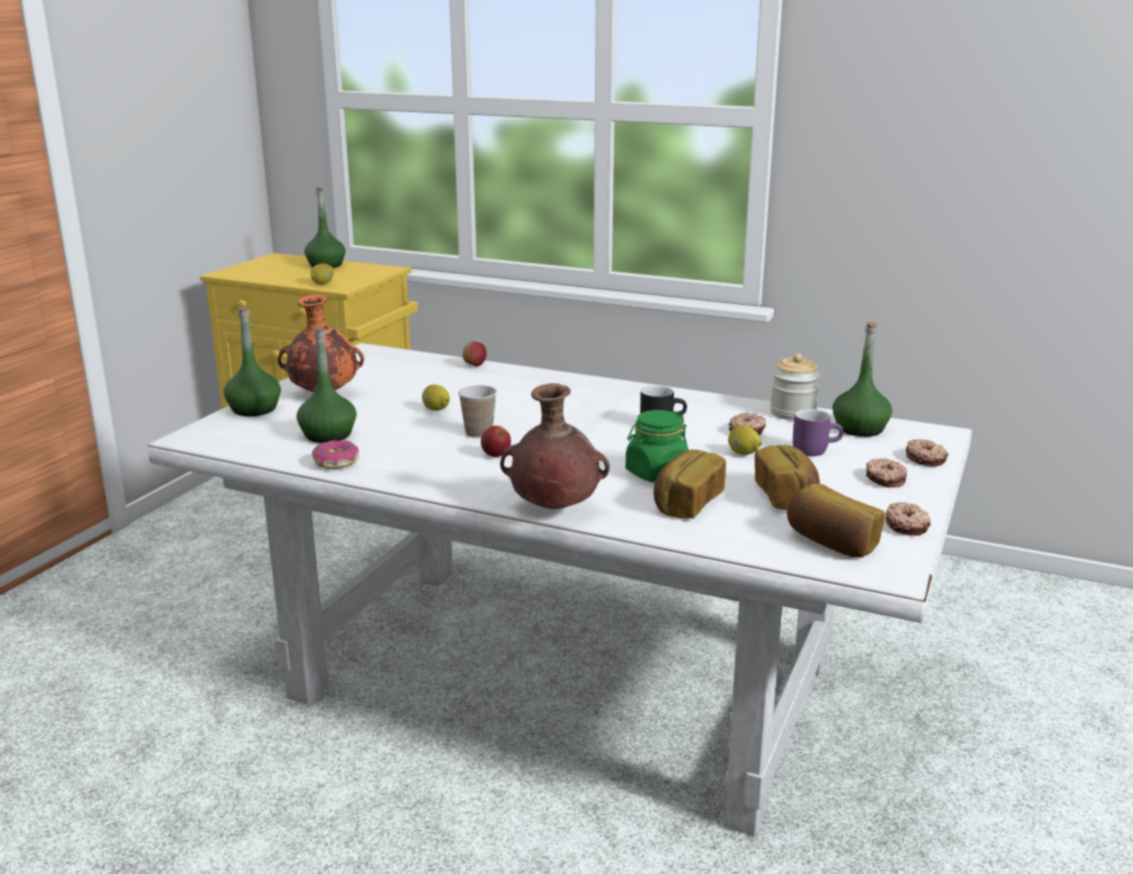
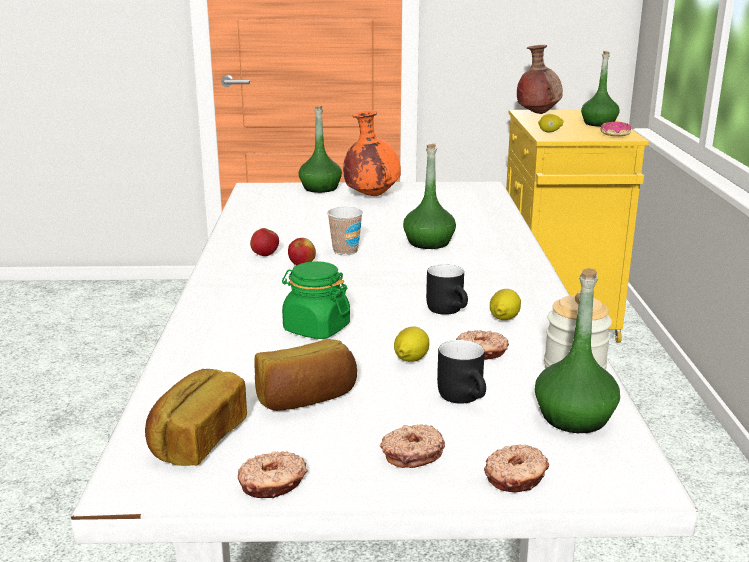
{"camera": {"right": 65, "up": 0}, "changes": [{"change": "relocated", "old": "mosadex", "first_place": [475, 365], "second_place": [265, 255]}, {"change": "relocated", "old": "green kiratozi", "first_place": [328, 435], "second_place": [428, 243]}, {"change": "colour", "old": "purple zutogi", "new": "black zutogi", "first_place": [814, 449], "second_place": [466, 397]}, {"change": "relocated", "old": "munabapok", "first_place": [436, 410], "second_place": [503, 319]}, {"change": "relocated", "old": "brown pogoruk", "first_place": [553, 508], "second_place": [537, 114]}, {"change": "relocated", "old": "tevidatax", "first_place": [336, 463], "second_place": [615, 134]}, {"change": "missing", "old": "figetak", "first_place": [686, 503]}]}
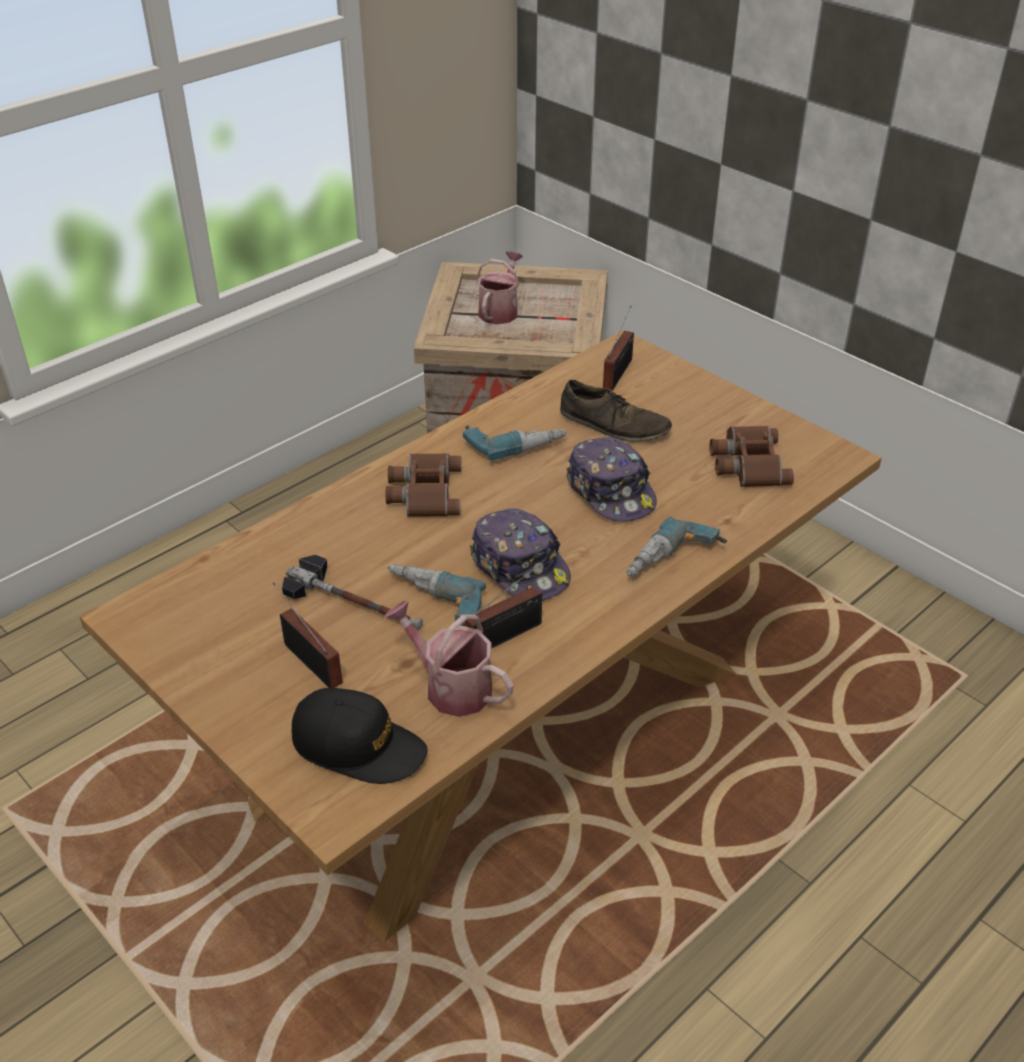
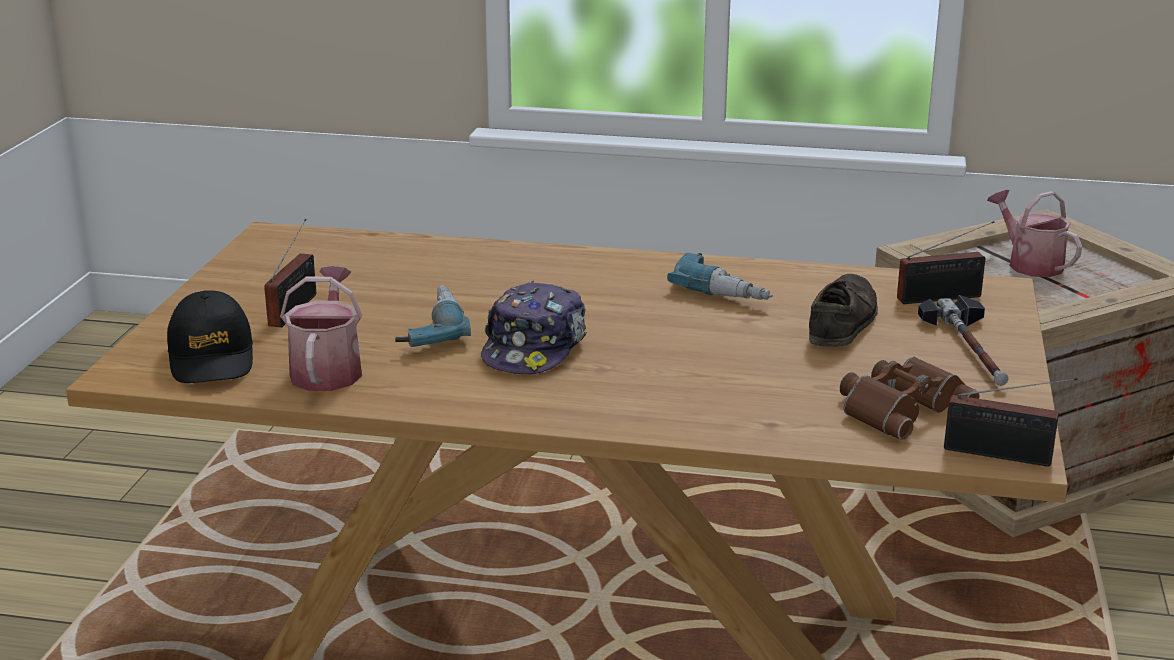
{"camera": {"right": 55, "up": -15}, "changes": [{"change": "spun", "old": "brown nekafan", "first_place": [614, 425], "second_place": [841, 322], "degrees": -150}, {"change": "relocated", "old": "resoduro", "first_place": [354, 603], "second_place": [972, 349]}, {"change": "relocated", "old": "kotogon", "first_place": [509, 635], "second_place": [1003, 455]}, {"change": "spun", "old": "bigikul", "first_place": [500, 310], "second_place": [1030, 264], "degrees": -105}, {"change": "missing", "old": "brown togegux", "first_place": [423, 491]}, {"change": "missing", "old": "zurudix", "first_place": [611, 491]}, {"change": "missing", "old": "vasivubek", "first_place": [674, 563]}]}
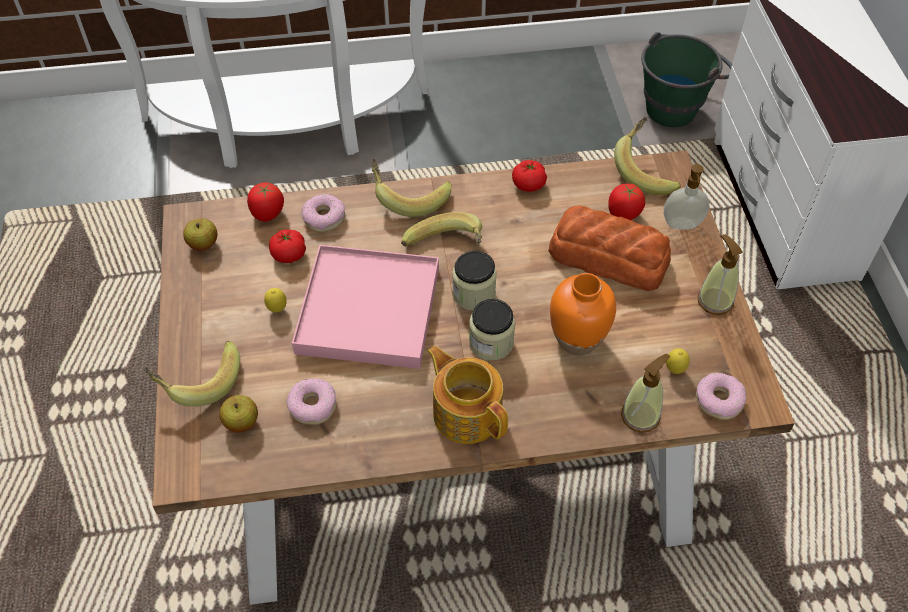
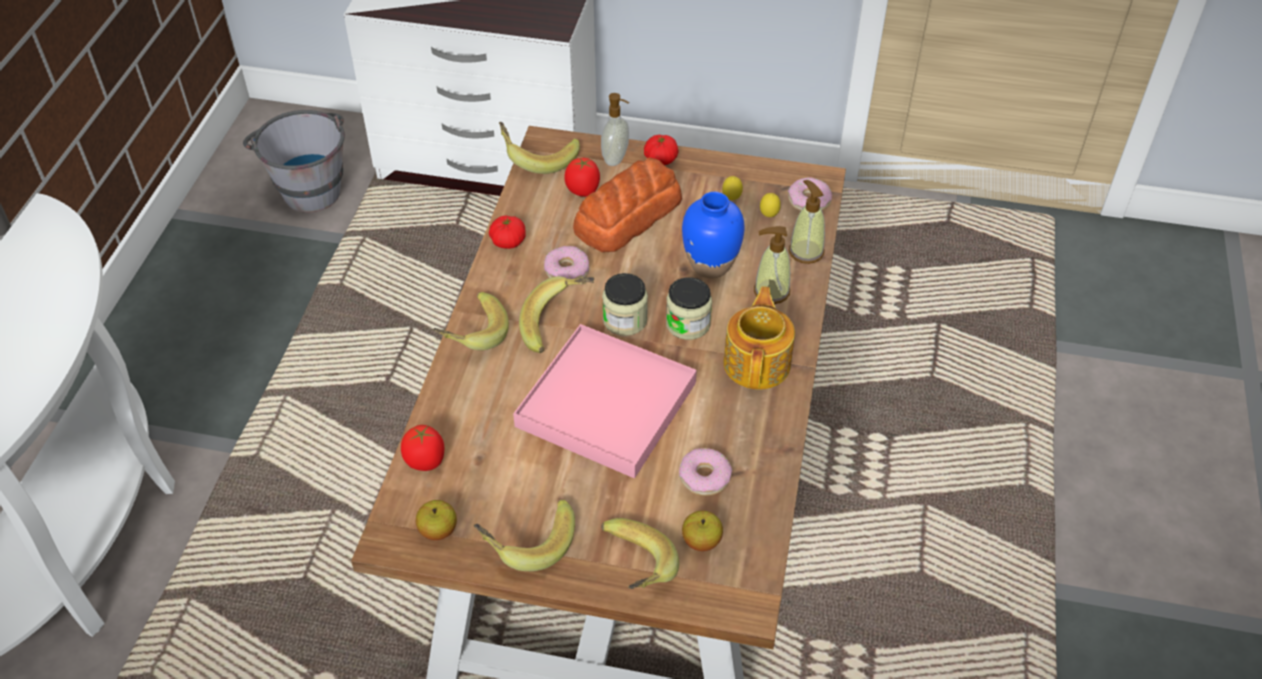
{"camera": {"right": -70, "up": -5}, "changes": [{"change": "colour", "old": "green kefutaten", "new": "grey kefutaten", "first_place": [677, 104], "second_place": [308, 186]}, {"change": "appeared", "new": "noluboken", "second_place": [527, 542]}, {"change": "relocated", "old": "tevidatax", "first_place": [324, 218], "second_place": [567, 270]}, {"change": "relocated", "old": "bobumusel", "first_place": [289, 254], "second_place": [660, 159]}, {"change": "colour", "old": "orange pogoruk", "new": "blue pogoruk", "first_place": [577, 339], "second_place": [710, 265]}, {"change": "relocated", "old": "munabapok", "first_place": [277, 309], "second_place": [731, 199]}, {"change": "spun", "old": "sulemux", "first_place": [467, 412], "second_place": [758, 362], "degrees": 120}, {"change": "relocated", "old": "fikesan", "first_place": [715, 301], "second_place": [771, 291]}]}
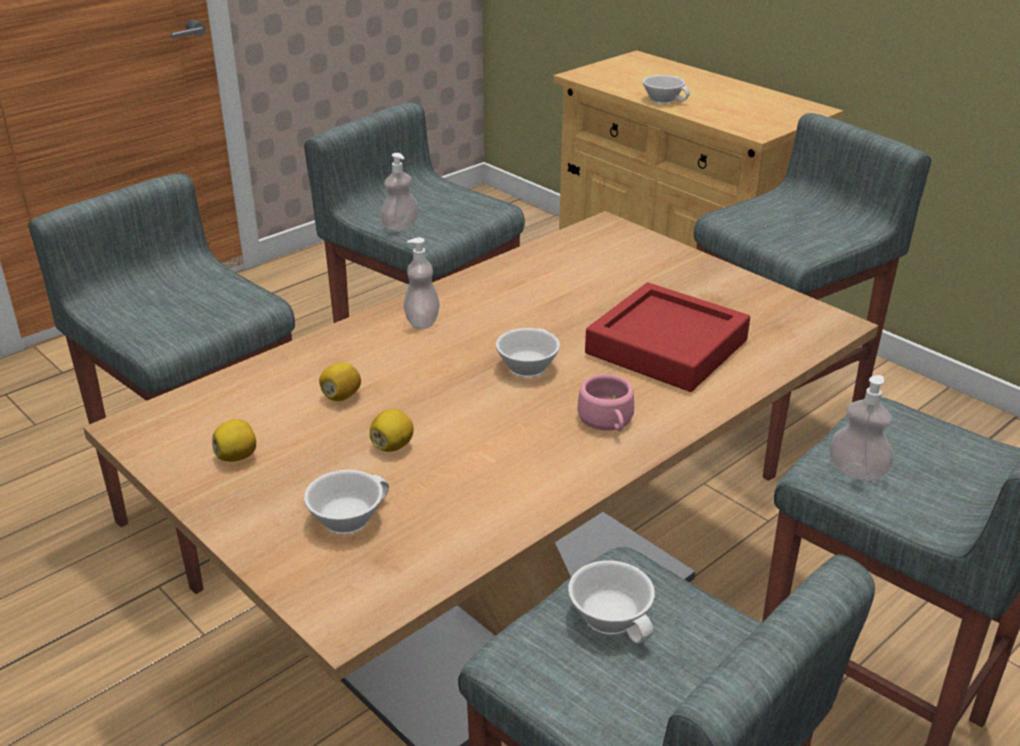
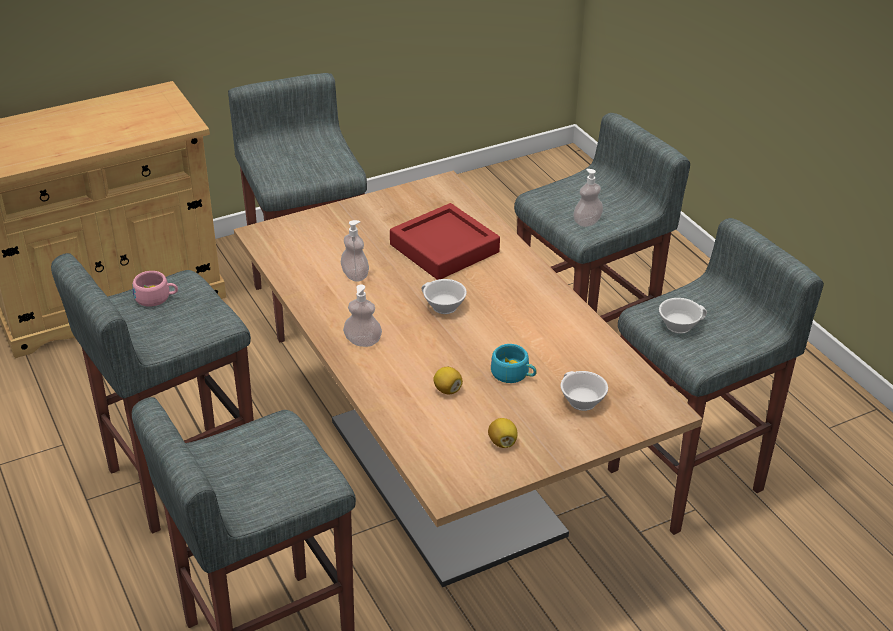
{"camera": {"right": -75, "up": 5}, "changes": [{"change": "relocated", "old": "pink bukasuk", "first_place": [607, 421], "second_place": [156, 298]}, {"change": "relocated", "old": "fikesan", "first_place": [400, 227], "second_place": [355, 275]}, {"change": "exchanged", "old": "munabapok", "new": "turquoise bukasuk", "first_place": [392, 446], "second_place": [513, 374]}, {"change": "missing", "old": "white bukasuk", "first_place": [664, 99]}]}
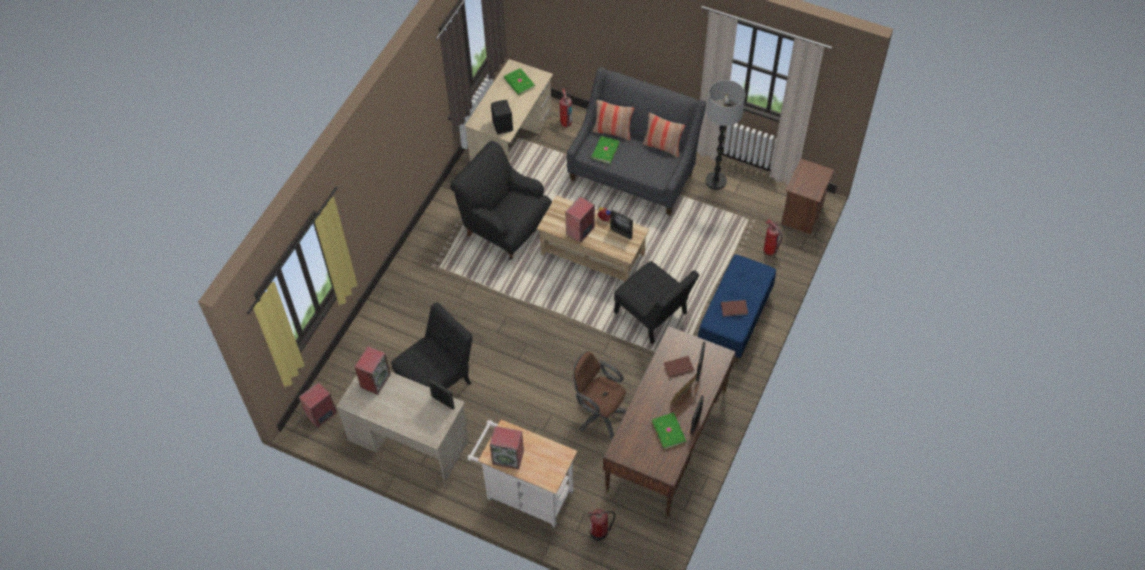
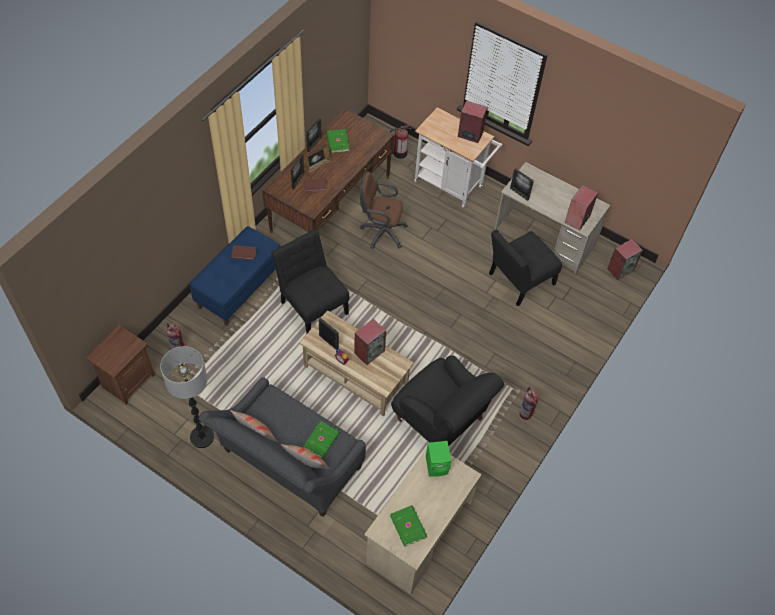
{"camera": {"right": -175, "up": 0}, "changes": [{"change": "spun", "old": "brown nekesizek", "first_place": [600, 413], "second_place": [381, 232], "degrees": 150}, {"change": "colour", "old": "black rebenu", "new": "green rebenu", "first_place": [501, 126], "second_place": [437, 465]}, {"change": "relocated", "old": "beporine", "first_place": [566, 123], "second_place": [525, 413]}]}
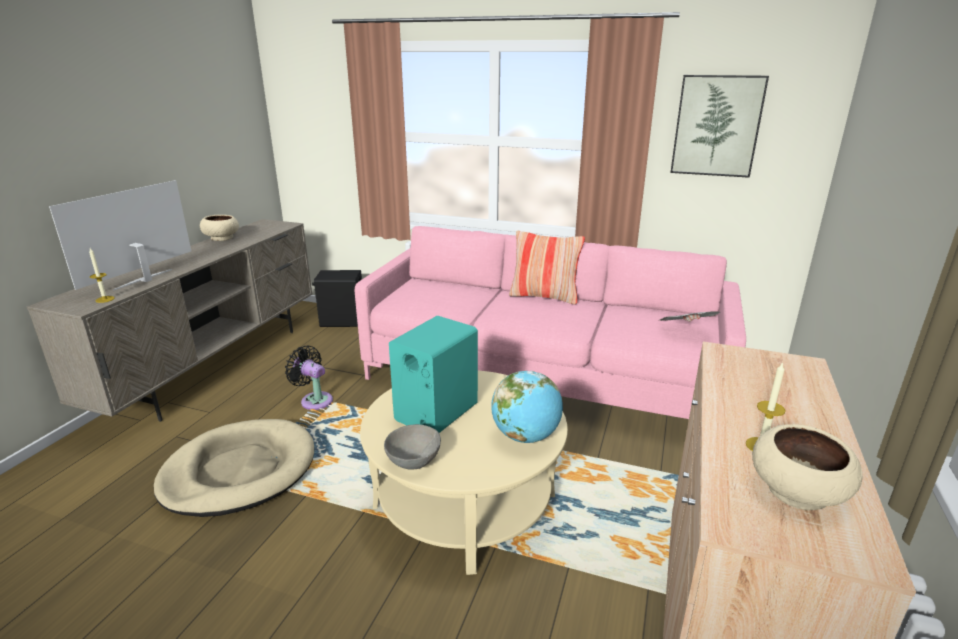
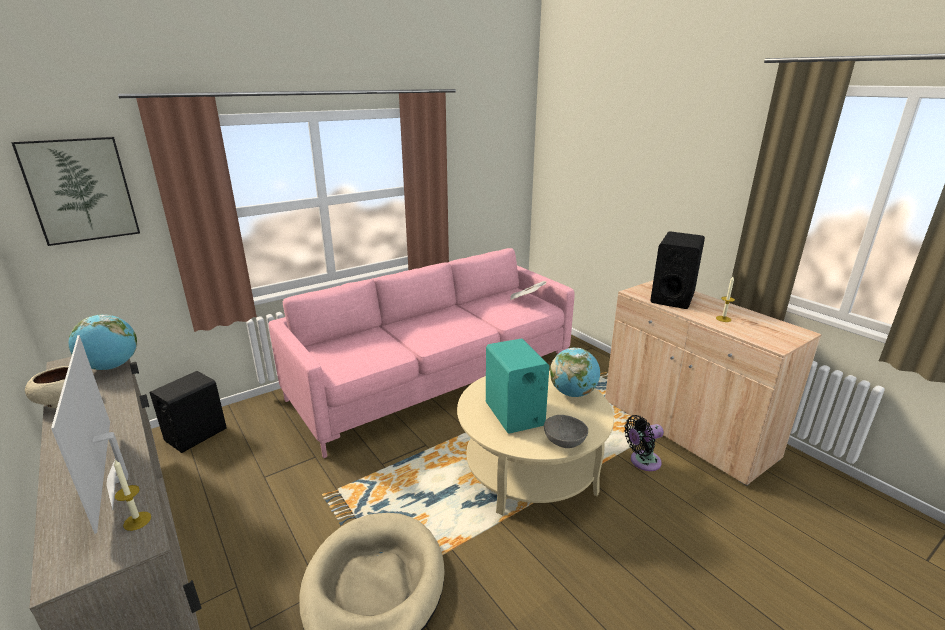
{"camera": {"right": -55, "up": 0}, "changes": [{"change": "relocated", "old": "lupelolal", "first_place": [716, 126], "second_place": [80, 190]}, {"change": "appeared", "new": "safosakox", "second_place": [111, 367]}, {"change": "relocated", "old": "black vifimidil", "first_place": [314, 400], "second_place": [642, 461]}, {"change": "appeared", "new": "black rebenu", "second_place": [672, 297]}, {"change": "missing", "old": "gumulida", "first_place": [544, 296]}, {"change": "missing", "old": "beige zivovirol", "first_place": [798, 491]}]}
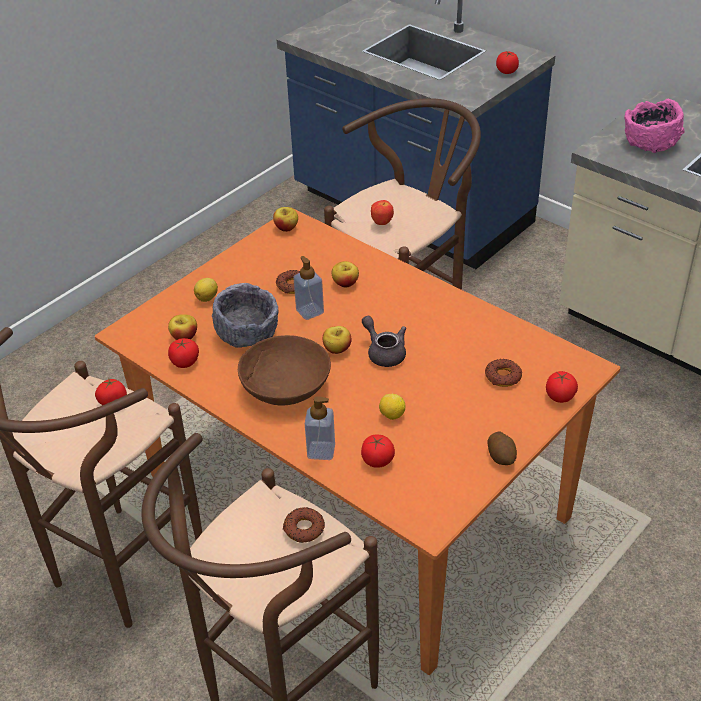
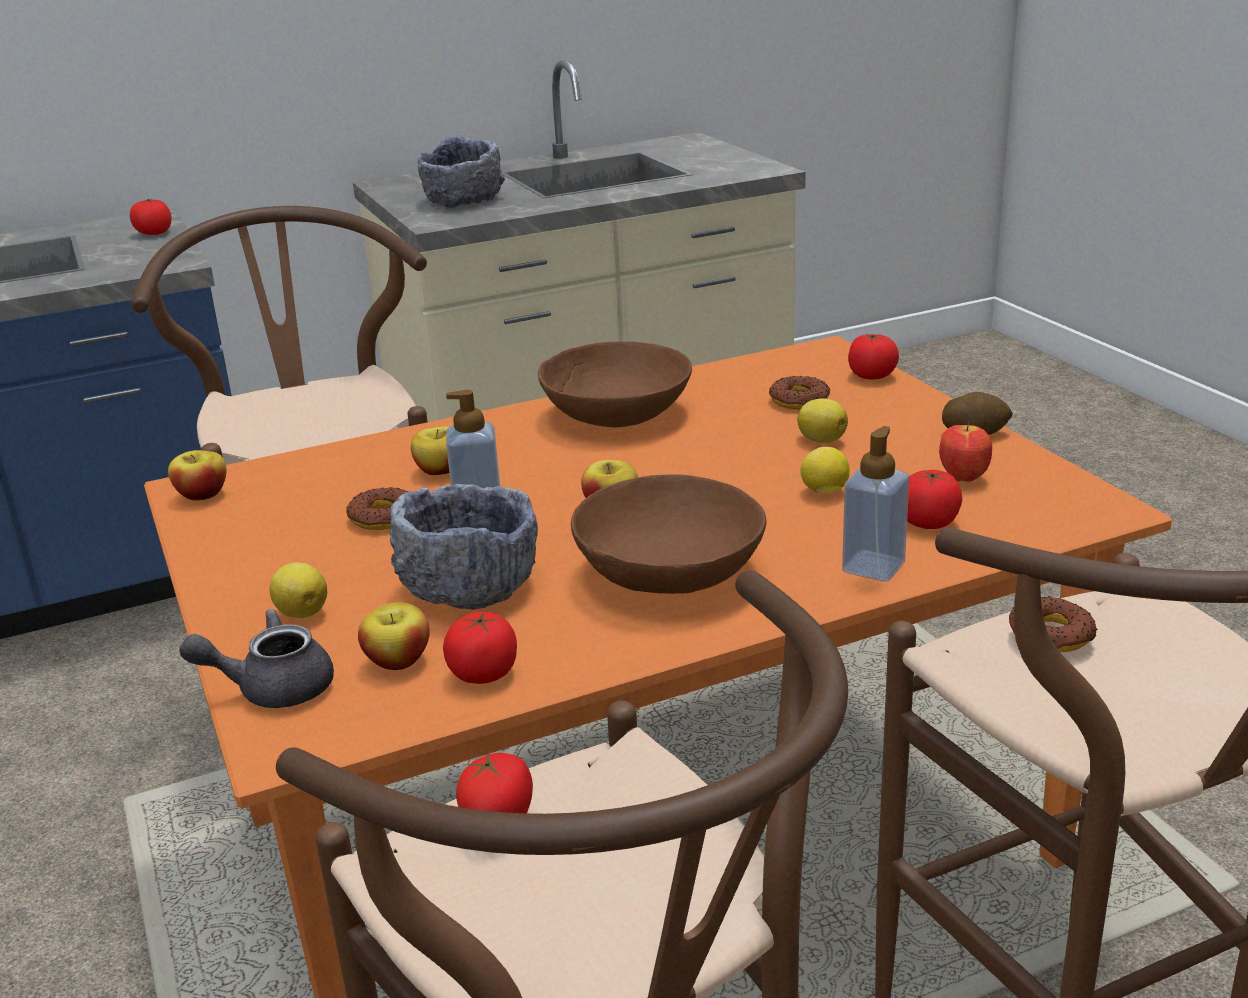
{"camera": {"right": -65, "up": -15}, "changes": [{"change": "relocated", "old": "grey sulemux", "first_place": [384, 352], "second_place": [272, 688]}, {"change": "colour", "old": "pink zivovirol", "new": "grey zivovirol", "first_place": [650, 142], "second_place": [463, 200]}, {"change": "appeared", "new": "brown zivovirol", "second_place": [616, 414]}, {"change": "appeared", "new": "munabapok", "second_place": [820, 440]}, {"change": "relocated", "old": "mosadex", "first_place": [382, 223], "second_place": [962, 478]}]}
